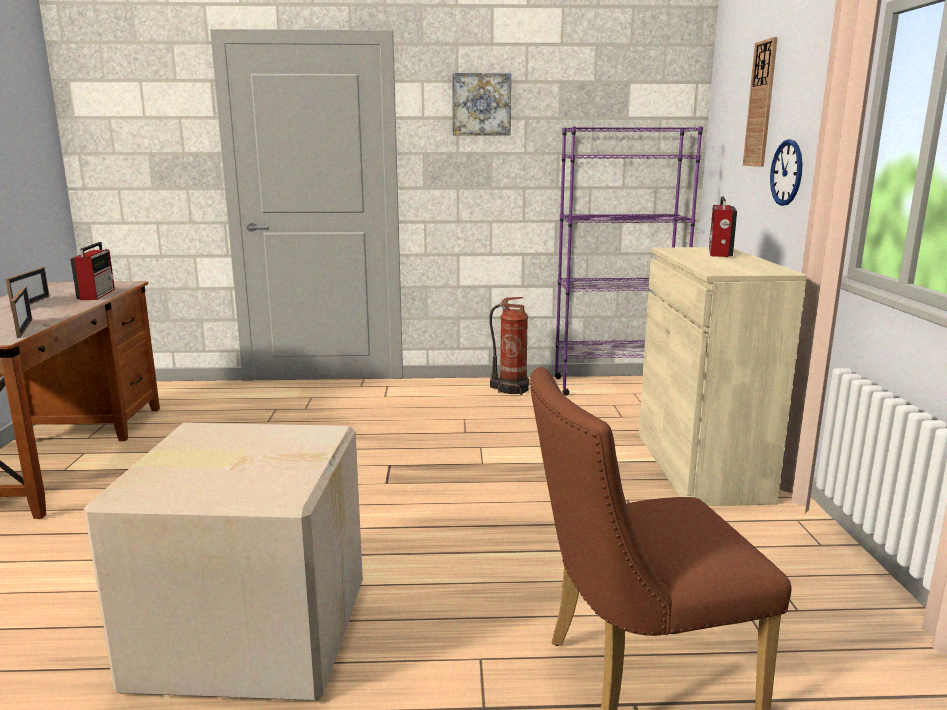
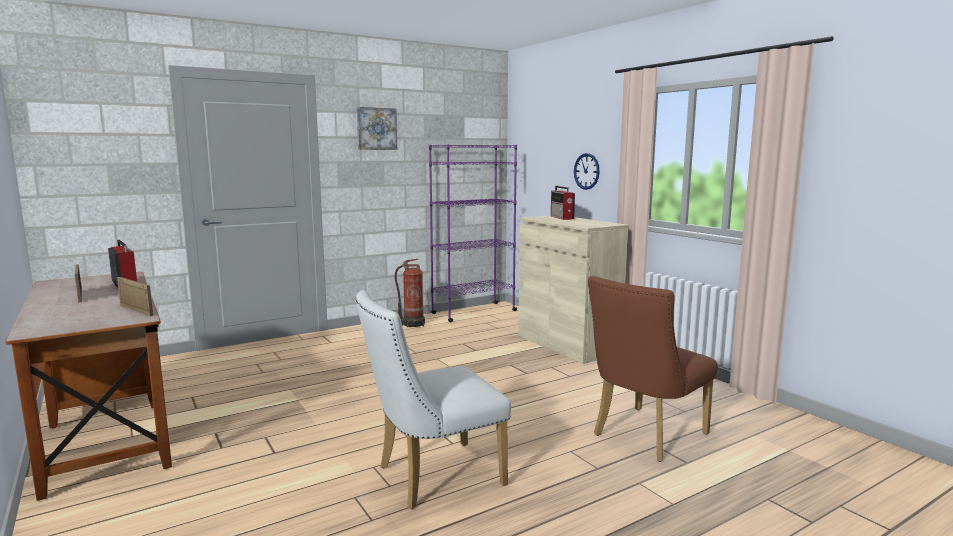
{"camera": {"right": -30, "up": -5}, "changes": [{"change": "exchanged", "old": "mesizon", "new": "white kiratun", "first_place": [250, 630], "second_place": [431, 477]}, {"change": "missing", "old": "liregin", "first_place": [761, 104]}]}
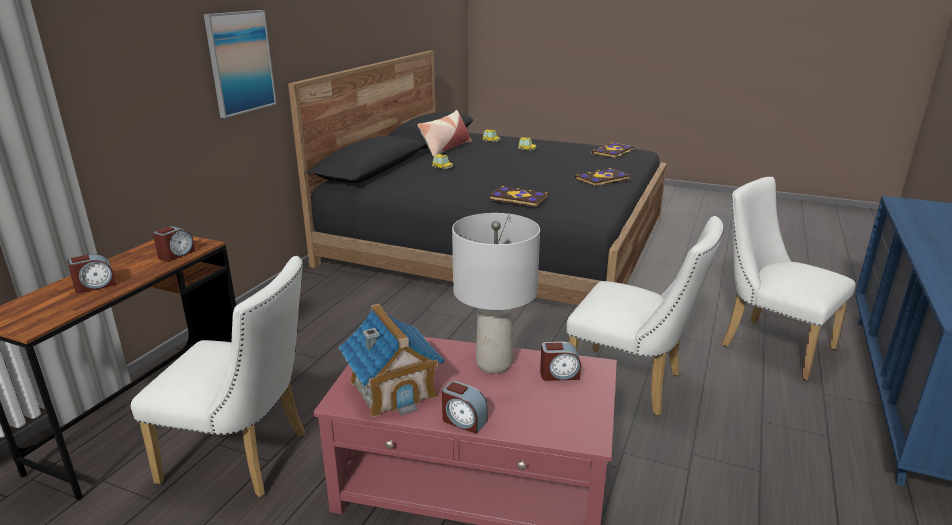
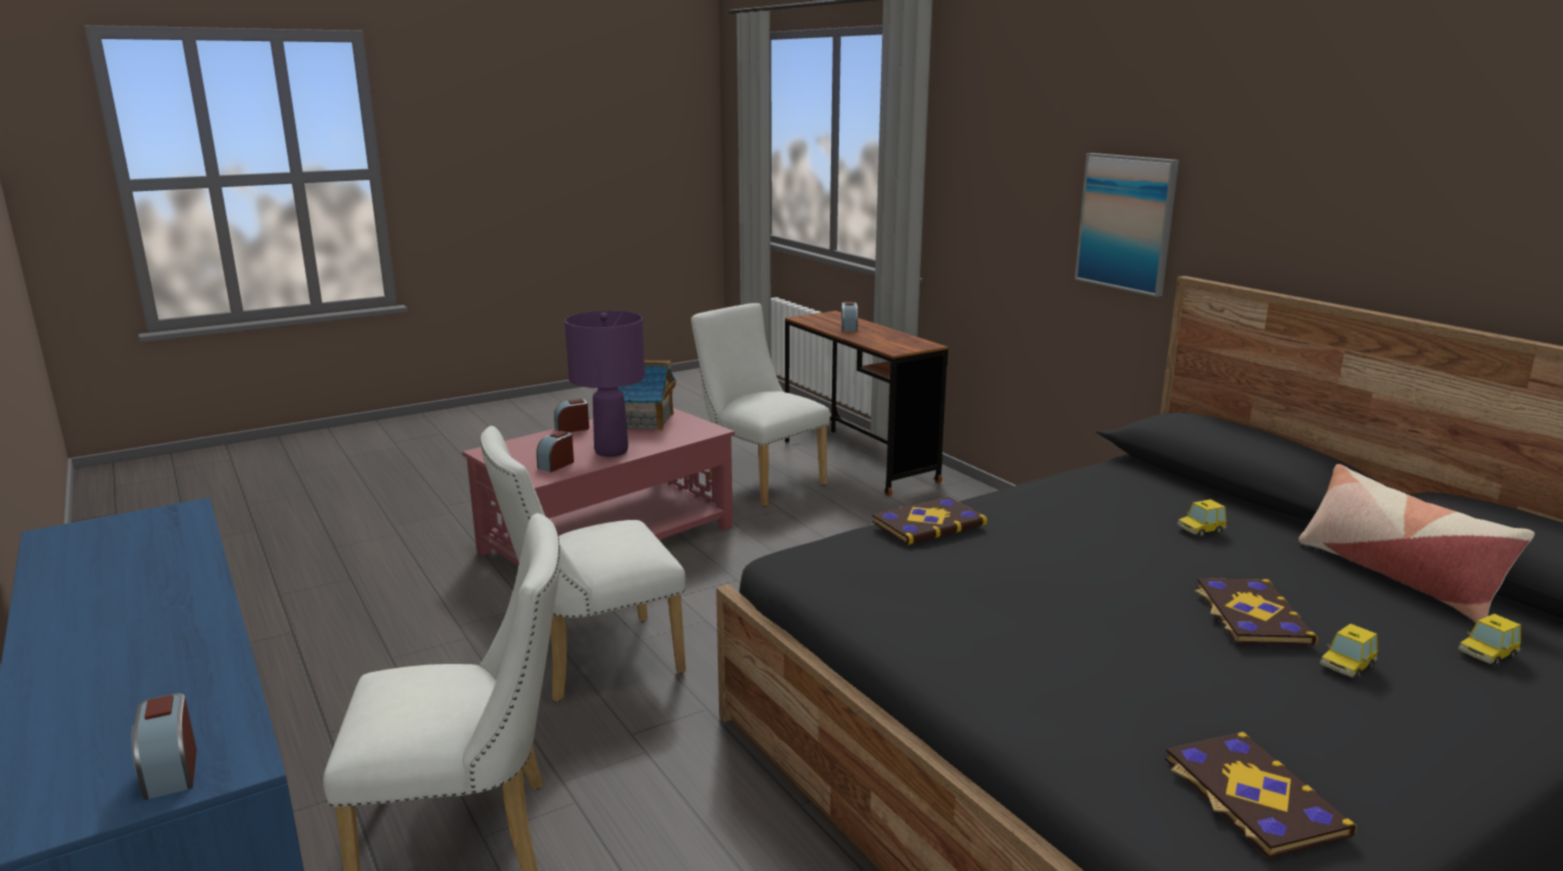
{"camera": {"right": 125, "up": -5}, "changes": [{"change": "relocated", "old": "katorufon", "first_place": [176, 254], "second_place": [170, 771]}, {"change": "colour", "old": "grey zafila", "new": "purple zafila", "first_place": [493, 364], "second_place": [612, 451]}, {"change": "spun", "old": "white kiratun", "first_place": [245, 458], "second_place": [759, 481], "degrees": 90}, {"change": "relocated", "old": "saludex", "first_place": [603, 179], "second_place": [1250, 615]}]}
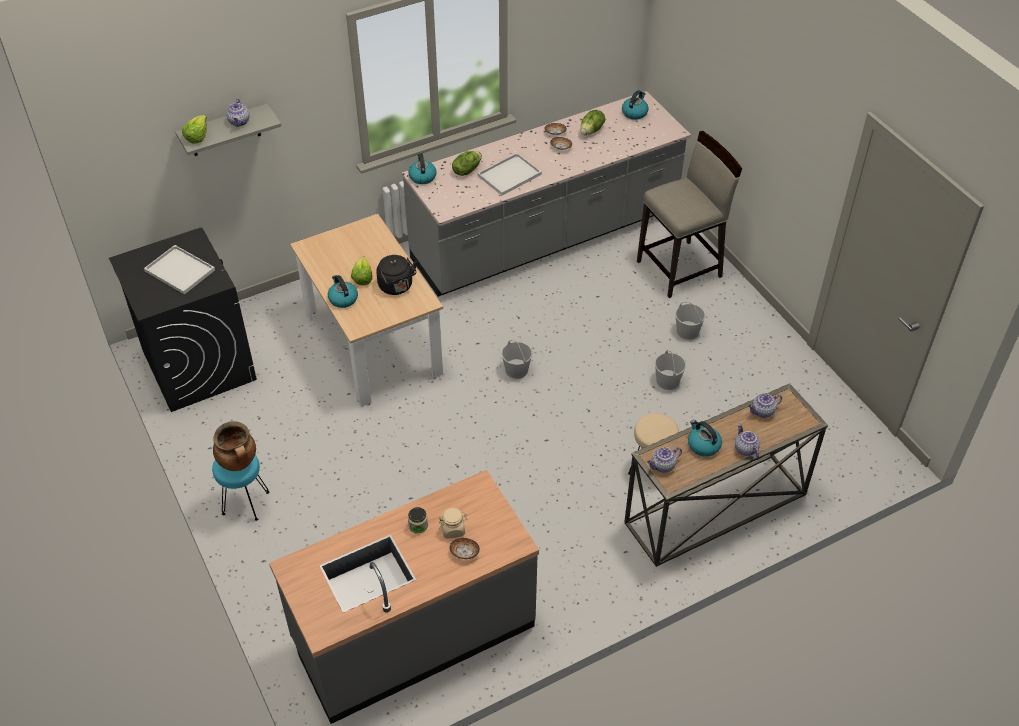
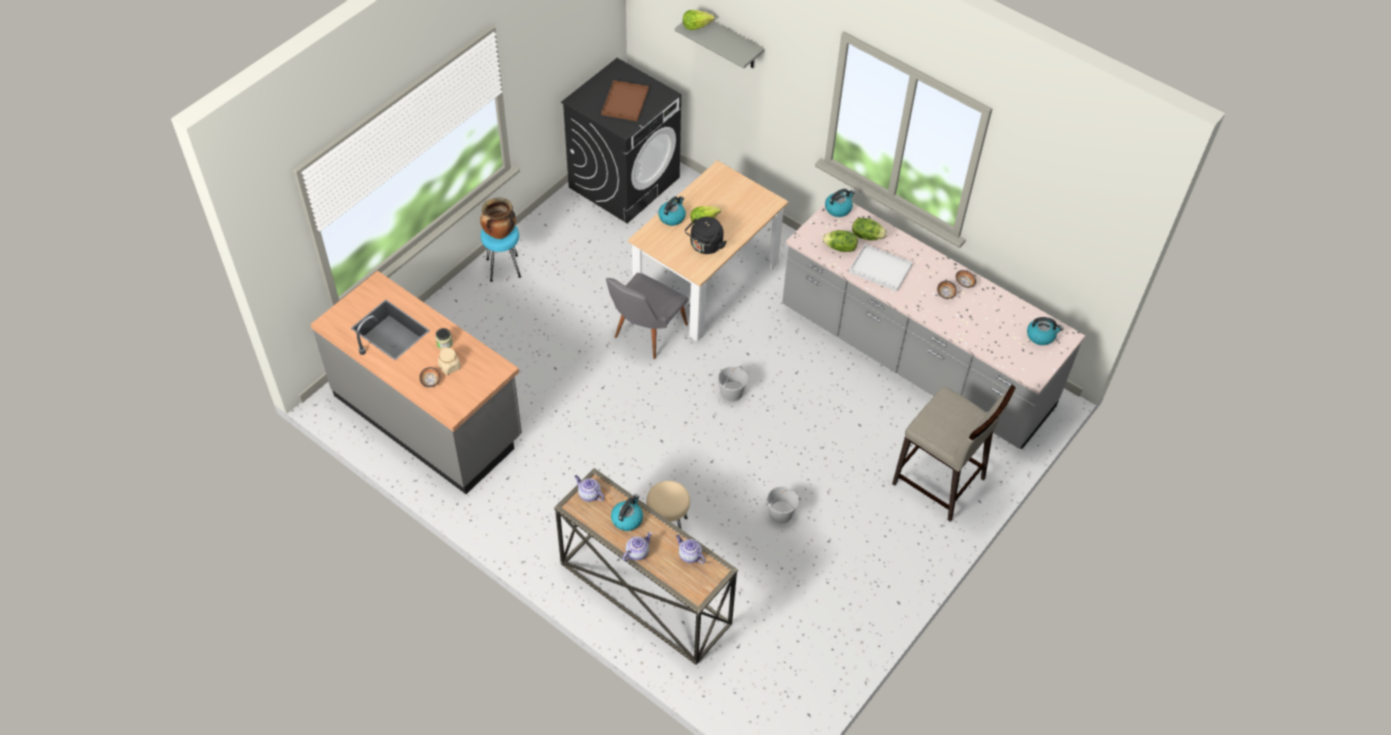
{"camera": {"right": 65, "up": 5}, "changes": [{"change": "colour", "old": "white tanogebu", "new": "brown tanogebu", "first_place": [181, 270], "second_place": [625, 102]}, {"change": "appeared", "new": "grey kiratun", "second_place": [645, 334]}, {"change": "relocated", "old": "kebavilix", "first_place": [592, 130], "second_place": [840, 248]}, {"change": "missing", "old": "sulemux", "first_place": [239, 122]}, {"change": "missing", "old": "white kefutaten", "first_place": [688, 331]}]}
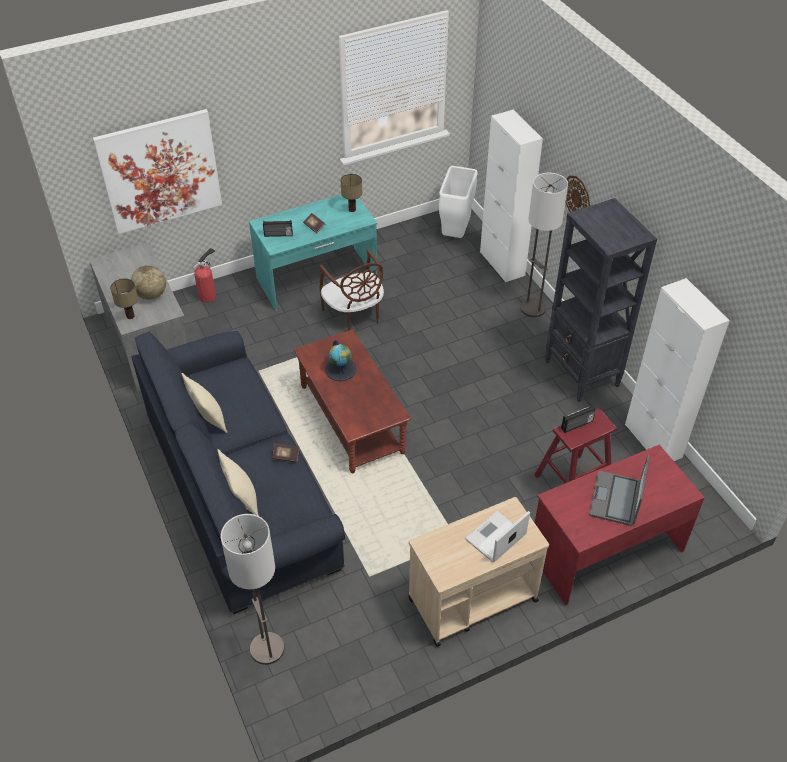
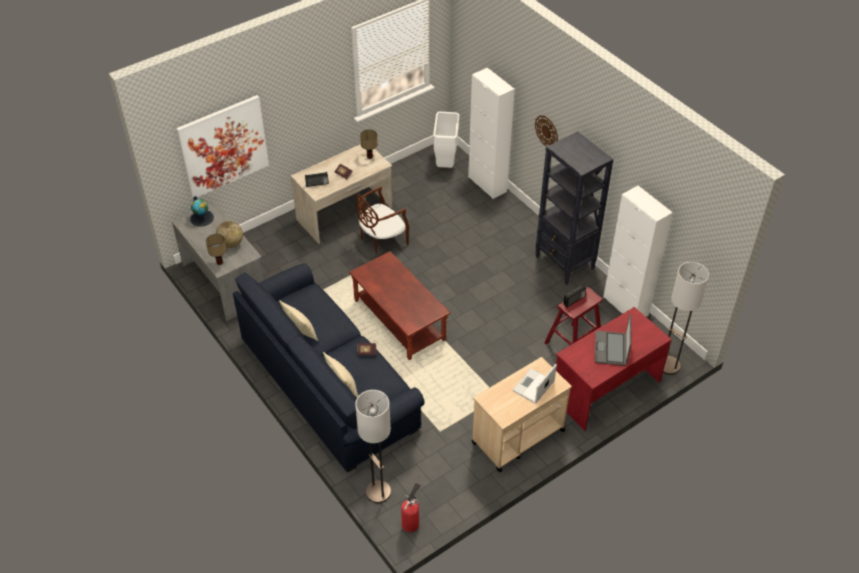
{"camera": {"right": -10, "up": 0}, "changes": [{"change": "relocated", "old": "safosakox", "first_place": [340, 369], "second_place": [202, 218]}, {"change": "colour", "old": "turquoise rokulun", "new": "beige rokulun", "first_place": [317, 279], "second_place": [345, 214]}, {"change": "spun", "old": "brown kiratun", "first_place": [354, 315], "second_place": [381, 239], "degrees": 90}, {"change": "relocated", "old": "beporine", "first_place": [209, 295], "second_place": [411, 523]}, {"change": "relocated", "old": "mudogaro", "first_place": [533, 308], "second_place": [668, 365]}]}
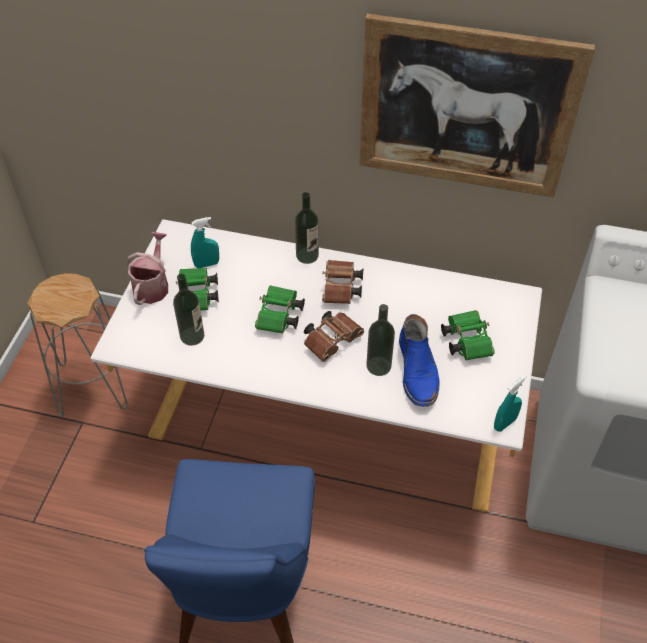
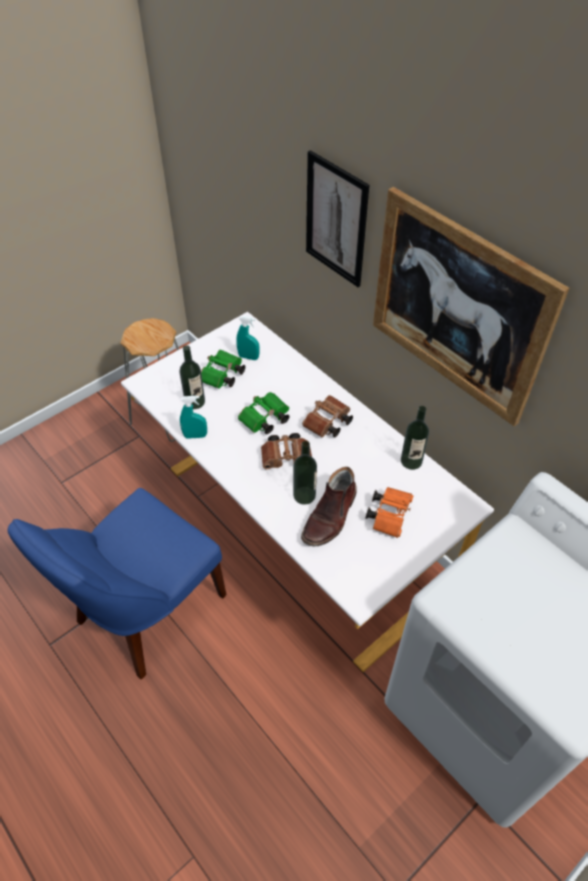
{"camera": {"right": 35, "up": 0}, "changes": [{"change": "relocated", "old": "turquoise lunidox", "first_place": [504, 423], "second_place": [195, 436]}, {"change": "colour", "old": "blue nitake", "new": "brown nitake", "first_place": [418, 371], "second_place": [330, 516]}, {"change": "appeared", "new": "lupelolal", "second_place": [336, 220]}, {"change": "colour", "old": "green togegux", "new": "orange togegux", "first_place": [465, 340], "second_place": [389, 514]}, {"change": "relocated", "old": "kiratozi", "first_place": [307, 255], "second_place": [411, 461]}, {"change": "missing", "old": "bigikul", "first_place": [152, 285]}]}
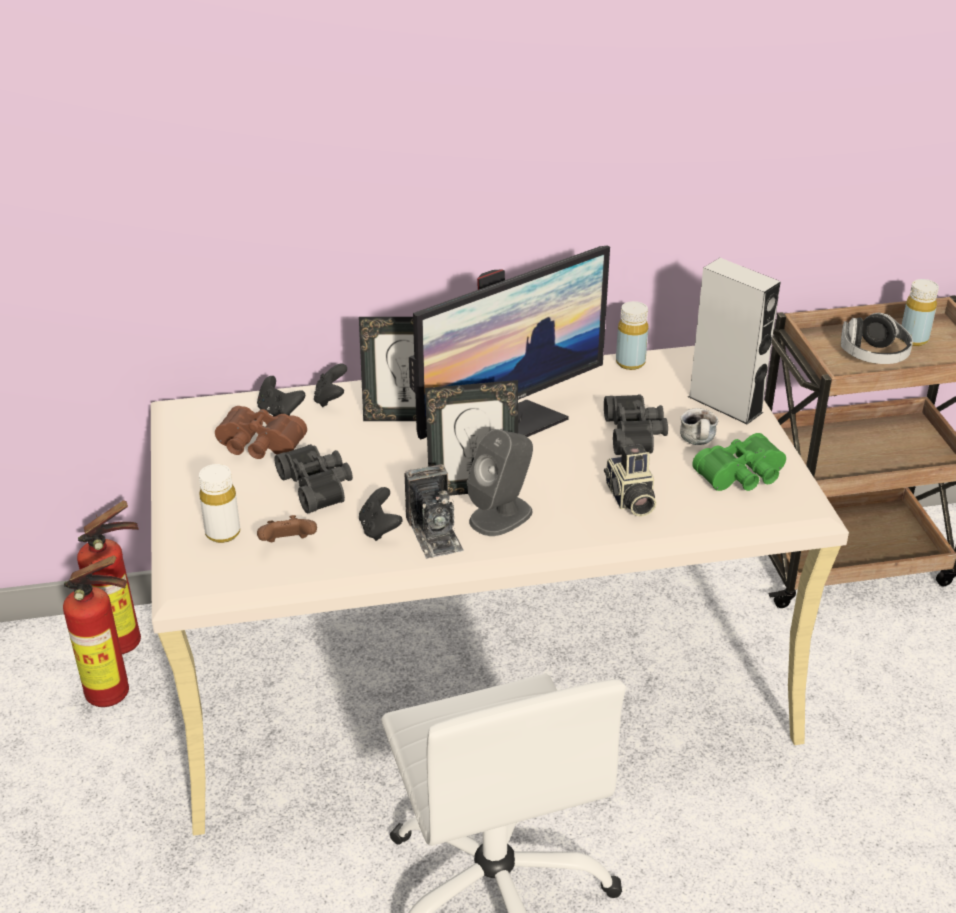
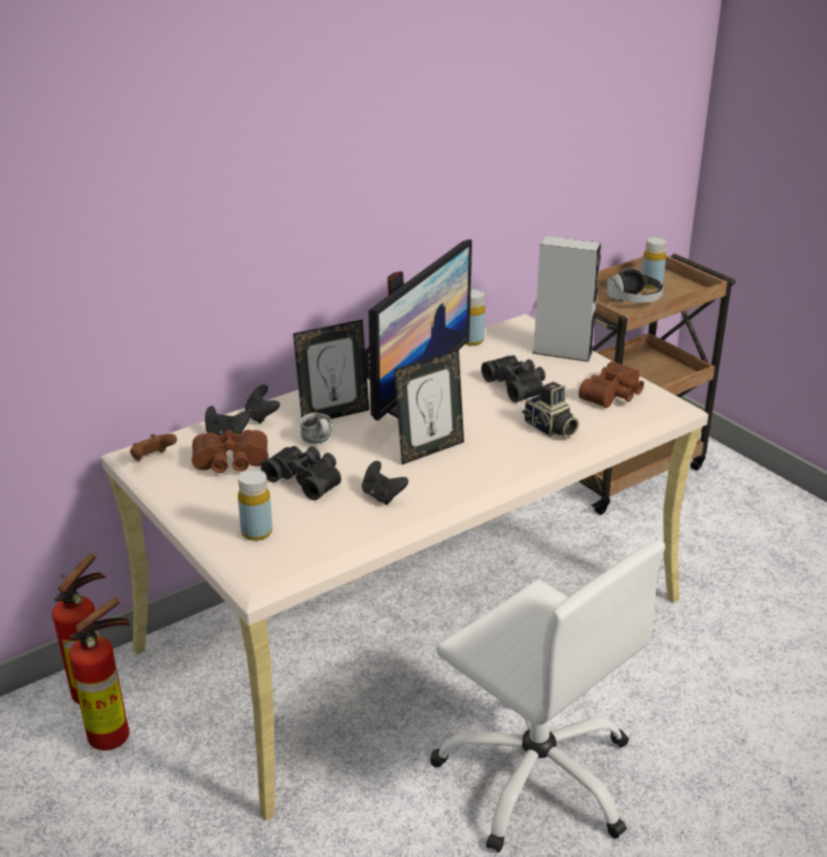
{"camera": {"right": -25, "up": -5}, "changes": [{"change": "relocated", "old": "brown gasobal", "first_place": [288, 544], "second_place": [152, 459]}, {"change": "colour", "old": "white kiratozi", "new": "yellow kiratozi", "first_place": [223, 533], "second_place": [256, 532]}, {"change": "relocated", "old": "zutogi", "first_place": [699, 443], "second_place": [319, 442]}, {"change": "colour", "old": "green togegux", "new": "brown togegux", "first_place": [743, 477], "second_place": [614, 395]}, {"change": "missing", "old": "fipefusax", "first_place": [434, 533]}, {"change": "missing", "old": "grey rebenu", "first_place": [501, 515]}]}
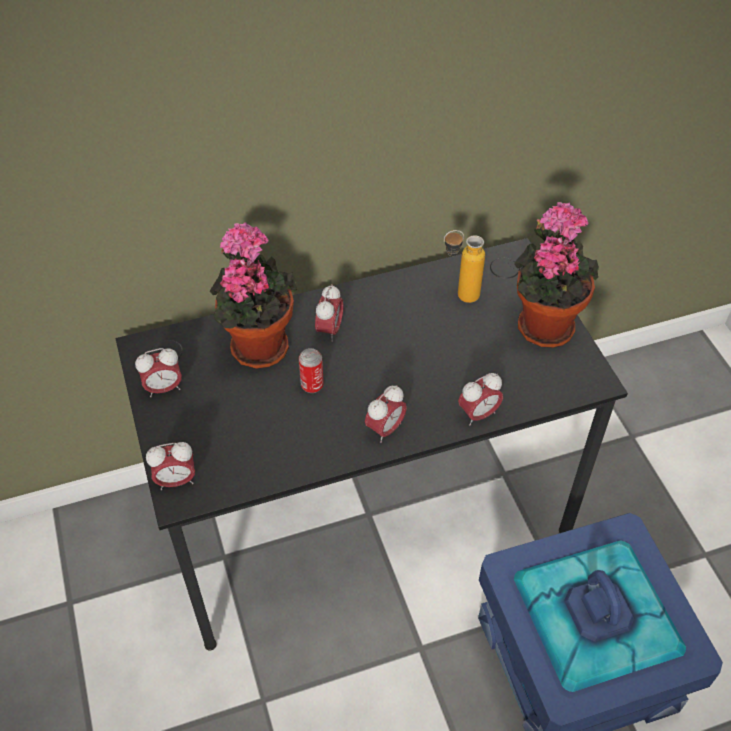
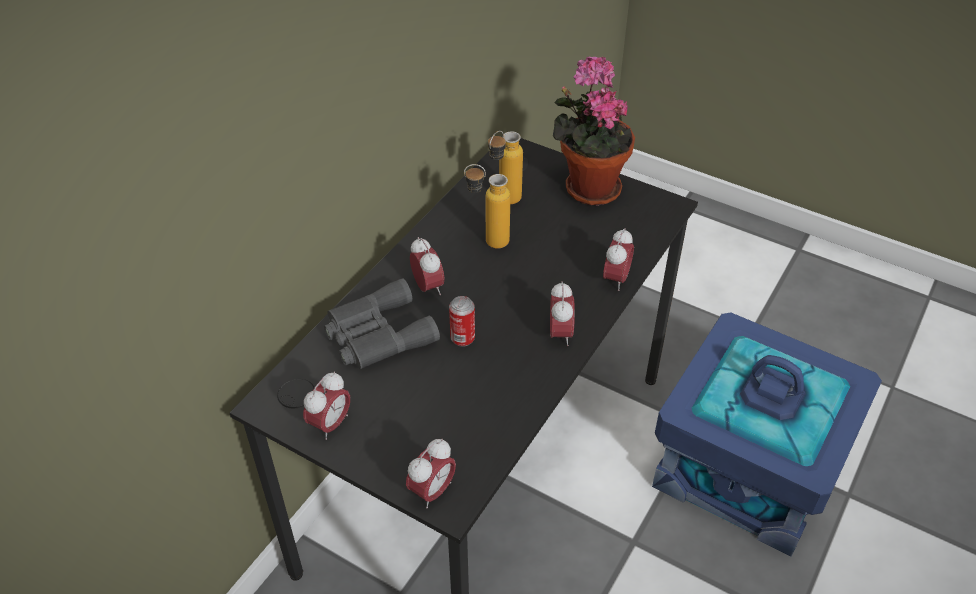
{"camera": {"right": -40, "up": -5}, "changes": [{"change": "exchanged", "old": "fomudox", "new": "grey togegux", "first_place": [258, 343], "second_place": [376, 334]}, {"change": "appeared", "new": "kiratozi", "second_place": [487, 241]}]}
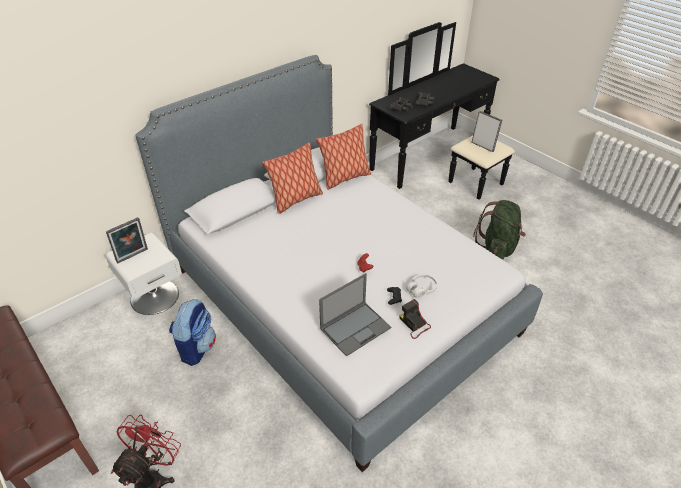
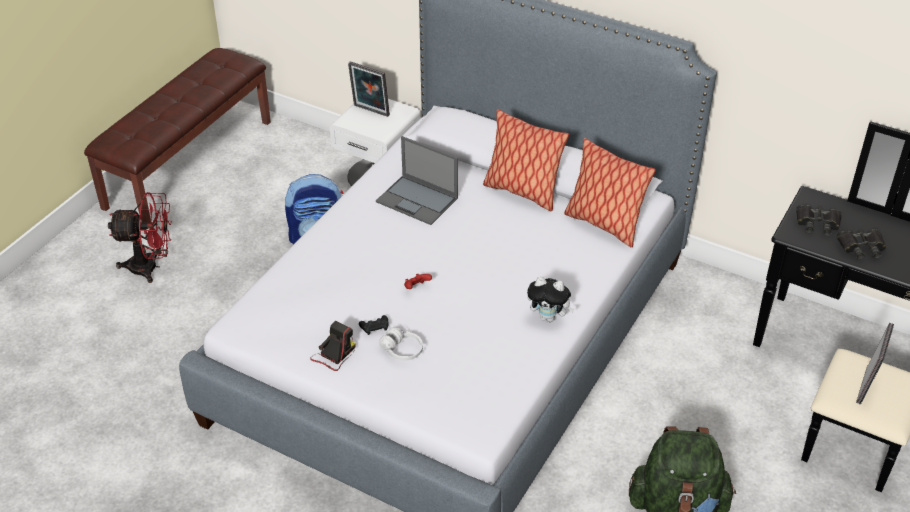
{"camera": {"right": 70, "up": 0}, "changes": [{"change": "relocated", "old": "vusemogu", "first_place": [356, 328], "second_place": [418, 200]}, {"change": "appeared", "new": "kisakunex", "second_place": [549, 317]}]}
